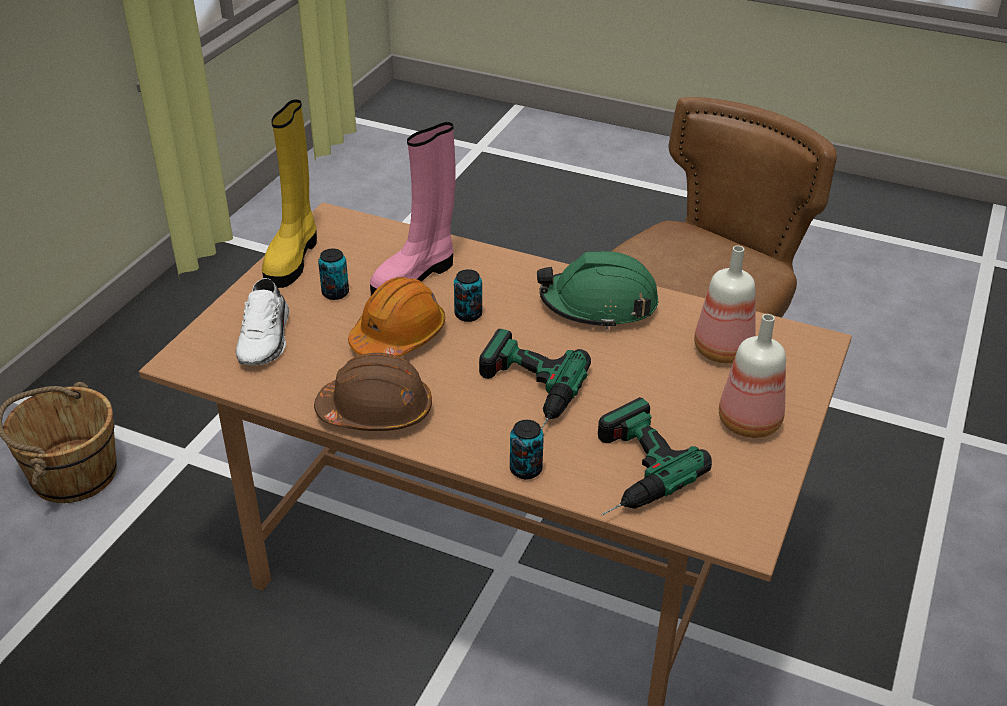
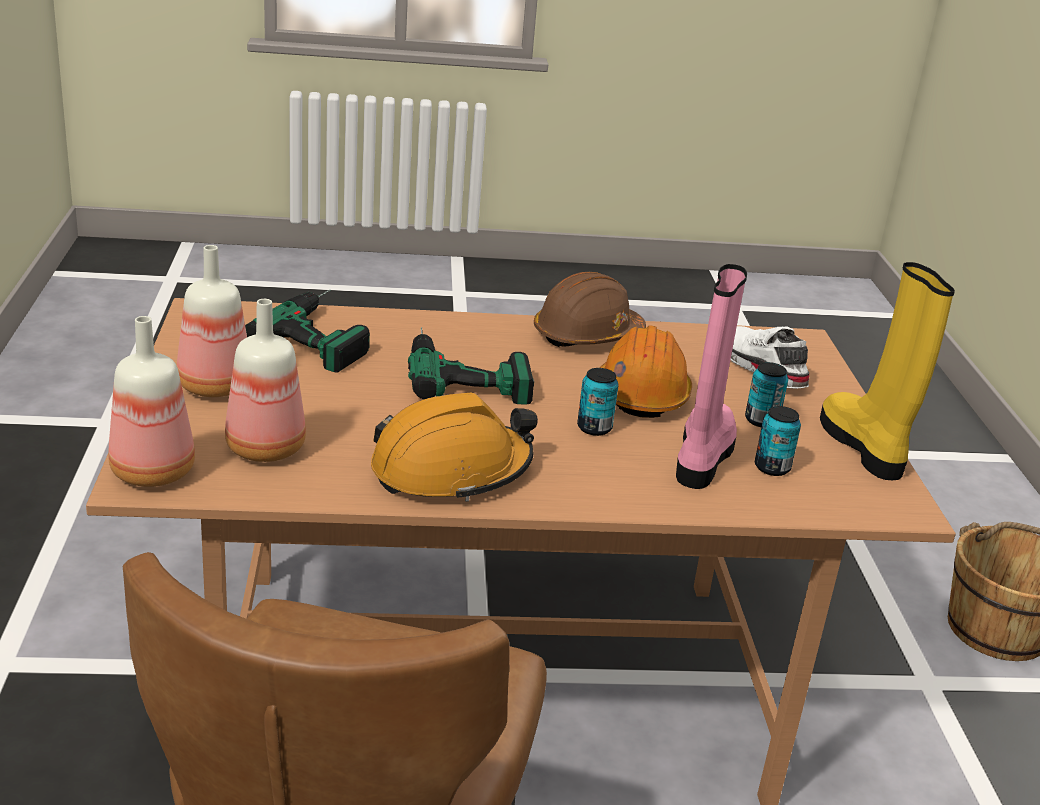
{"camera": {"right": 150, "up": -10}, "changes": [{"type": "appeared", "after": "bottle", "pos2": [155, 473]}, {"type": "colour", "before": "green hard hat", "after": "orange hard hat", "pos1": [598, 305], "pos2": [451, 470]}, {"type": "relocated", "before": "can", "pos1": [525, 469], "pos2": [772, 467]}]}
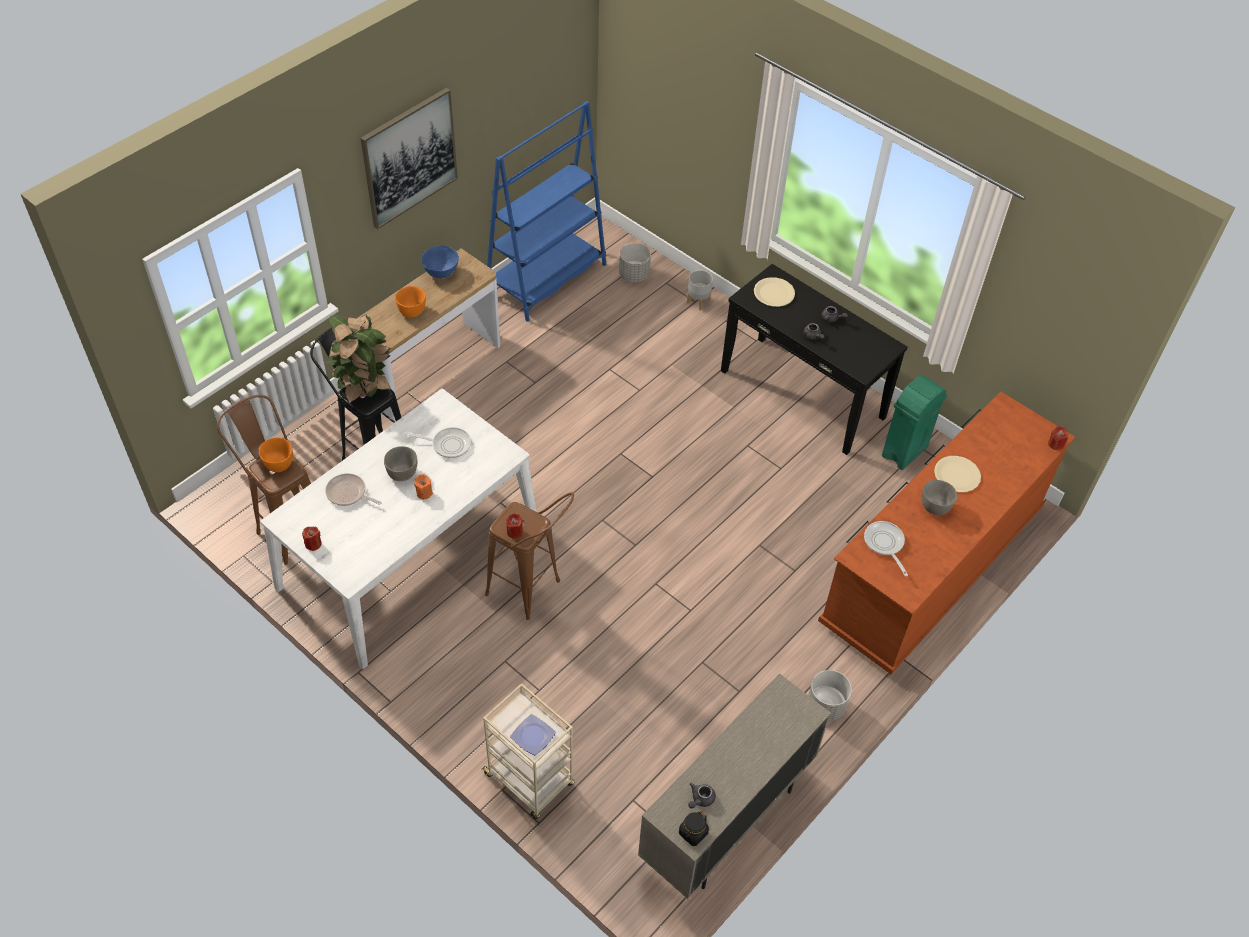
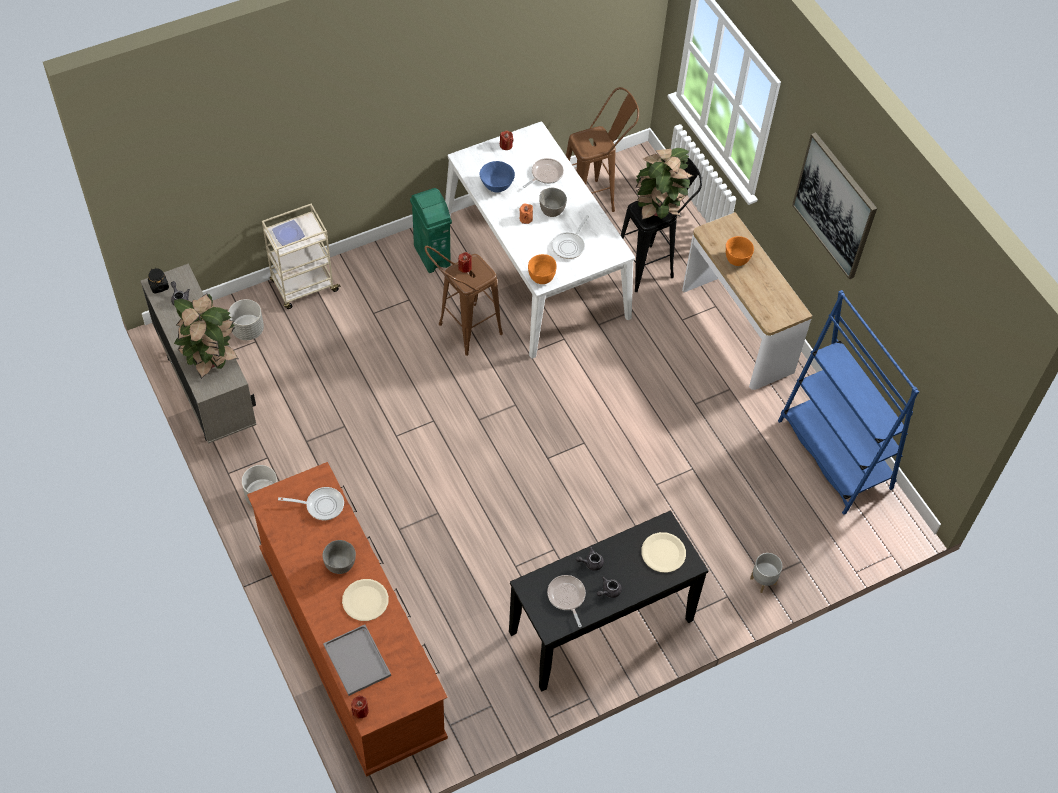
{"camera": {"right": 110, "up": 5}, "changes": [{"type": "appeared", "after": "potted plant", "pos2": [210, 358]}, {"type": "relocated", "before": "grey planter", "pos1": [634, 274], "pos2": [248, 330]}, {"type": "appeared", "after": "grey tray", "pos2": [358, 661]}, {"type": "relocated", "before": "green trash can", "pos1": [903, 452], "pos2": [432, 255]}, {"type": "relocated", "before": "blue bowl", "pos1": [441, 273], "pos2": [497, 186]}, {"type": "relocated", "before": "orange bowl", "pos1": [279, 464], "pos2": [541, 277]}, {"type": "appeared", "after": "frying pan", "pos2": [567, 597]}]}
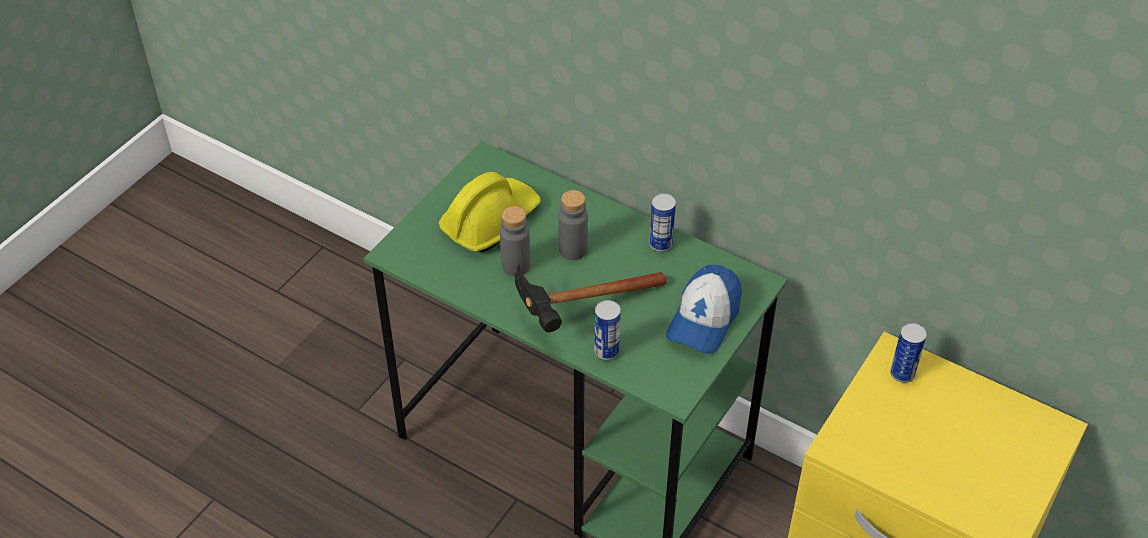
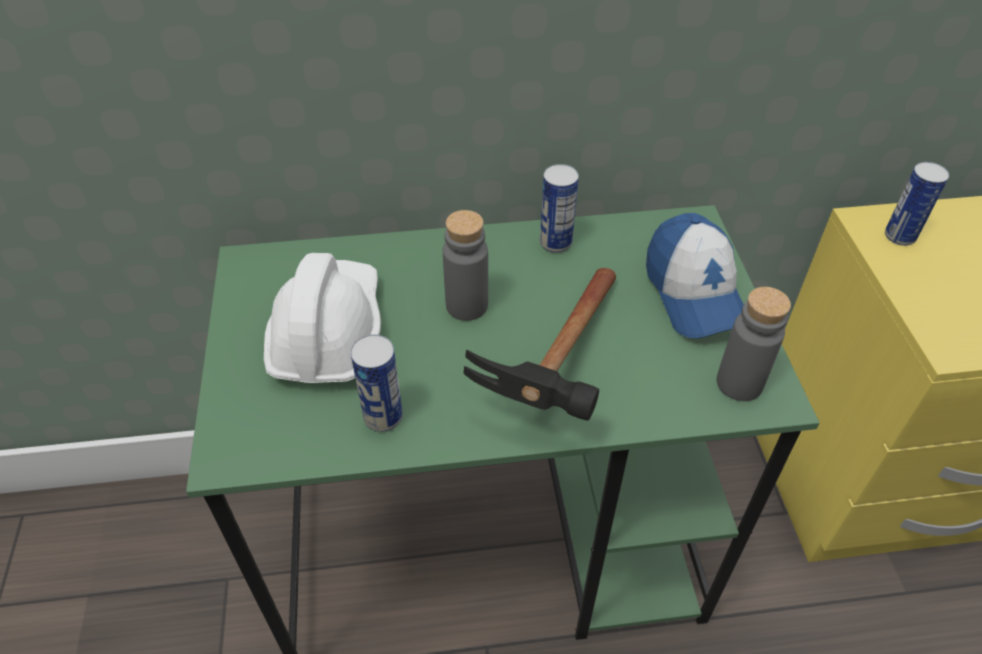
{"camera": {"right": -40, "up": 0}, "changes": [{"type": "colour", "before": "yellow hard hat", "after": "white hard hat", "pos1": [490, 221], "pos2": [328, 332]}, {"type": "relocated", "before": "can", "pos1": [606, 352], "pos2": [383, 417]}, {"type": "relocated", "before": "grey bottle", "pos1": [516, 266], "pos2": [739, 383]}]}
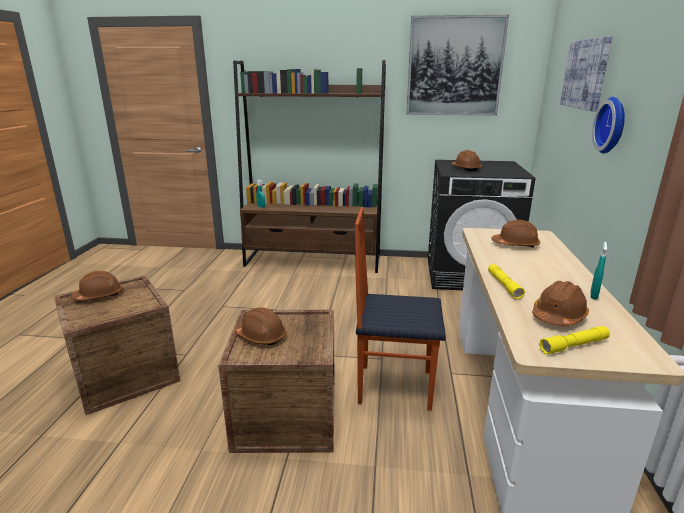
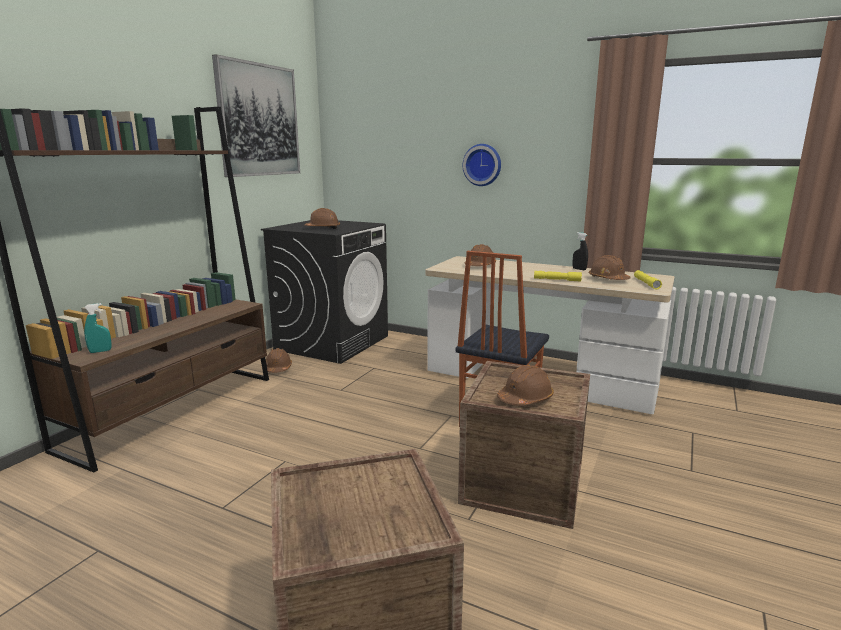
{"camera": {"right": -70, "up": -5}, "changes": [{"type": "relocated", "before": "brown hard hat", "pos1": [99, 296], "pos2": [278, 368]}, {"type": "colour", "before": "turquoise spray bottle", "after": "black spray bottle", "pos1": [593, 295], "pos2": [579, 269]}, {"type": "missing", "before": "picture", "pos1": [585, 74]}]}
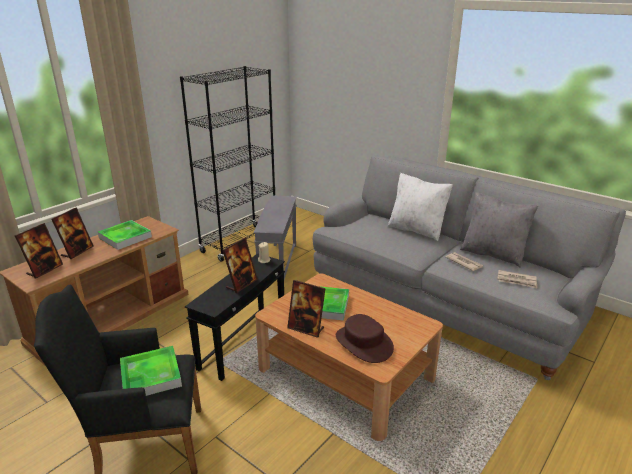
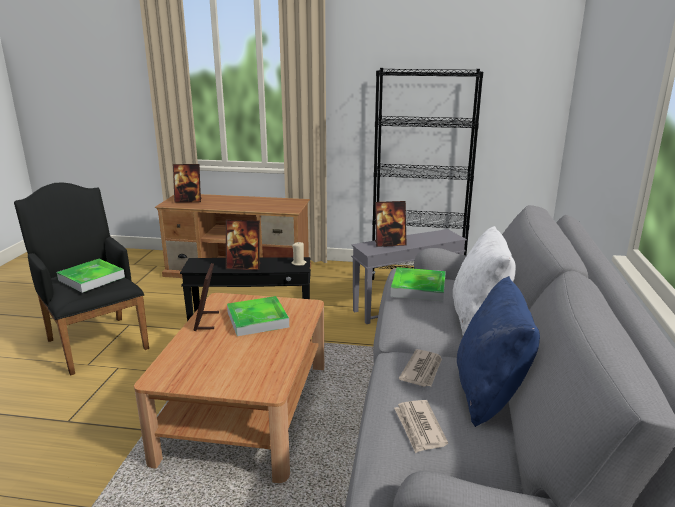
{"camera": {"right": 60, "up": -5}, "changes": [{"type": "relocated", "before": "picture frame", "pos1": [77, 251], "pos2": [390, 244]}, {"type": "relocated", "before": "tray", "pos1": [125, 237], "pos2": [418, 288]}, {"type": "colour", "before": "grey pillow", "after": "blue pillow", "pos1": [493, 254], "pos2": [490, 393]}, {"type": "missing", "before": "brown hat", "pos1": [363, 343]}]}
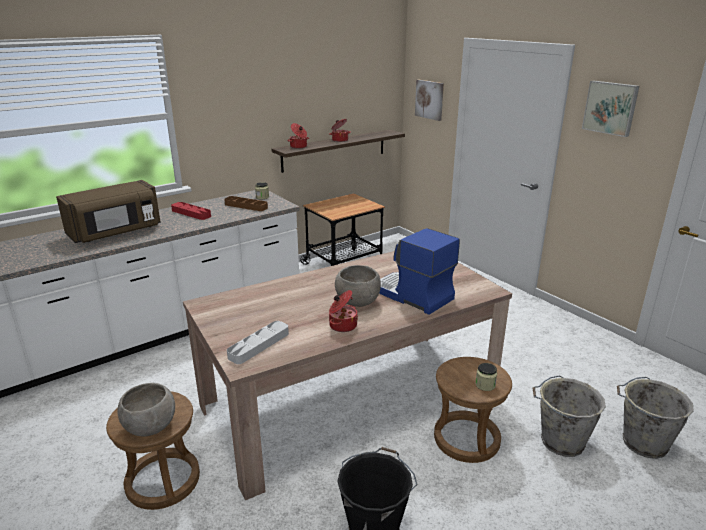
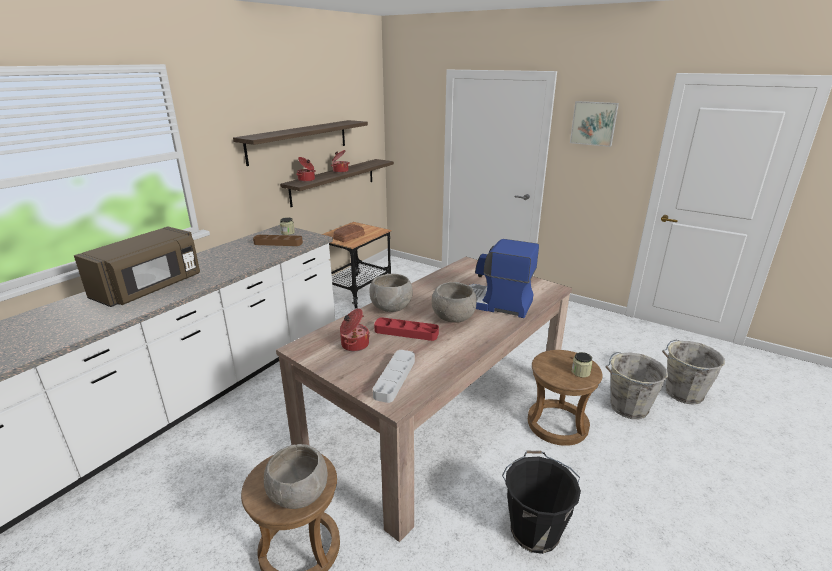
{"camera": {"right": -20, "up": 0}, "changes": [{"type": "appeared", "after": "shelf", "pos2": [299, 141]}, {"type": "appeared", "after": "bread", "pos2": [348, 237]}, {"type": "relocated", "before": "cooking pot", "pos1": [342, 325], "pos2": [354, 344]}, {"type": "appeared", "after": "grey bowl", "pos2": [391, 308]}, {"type": "relocated", "before": "red tray", "pos1": [191, 213], "pos2": [406, 332]}, {"type": "missing", "before": "picture", "pos1": [429, 99]}]}
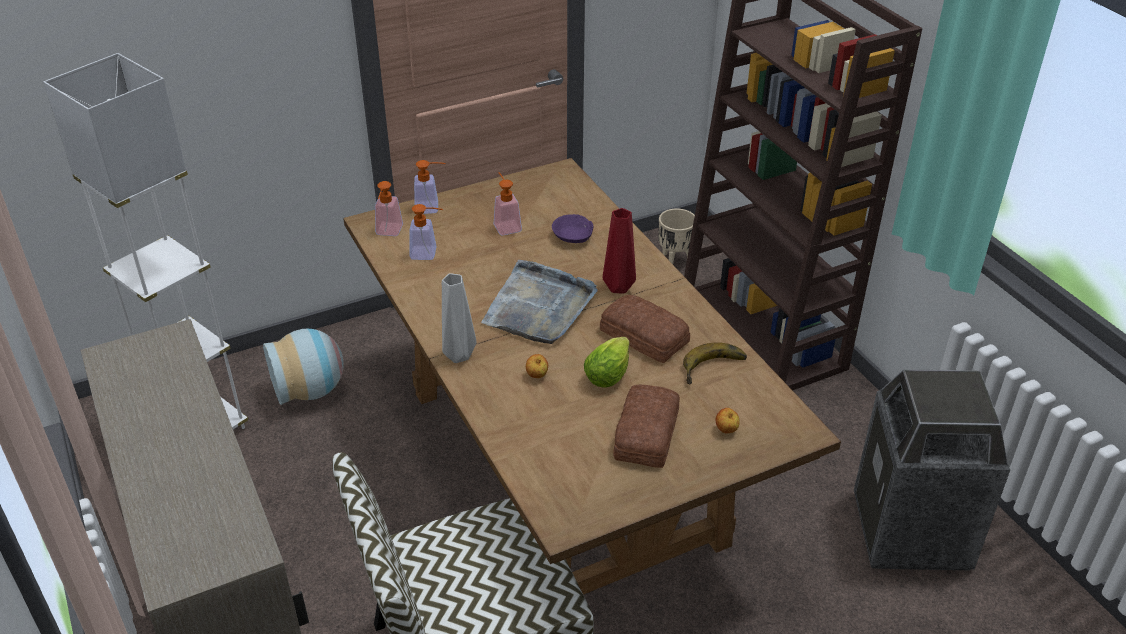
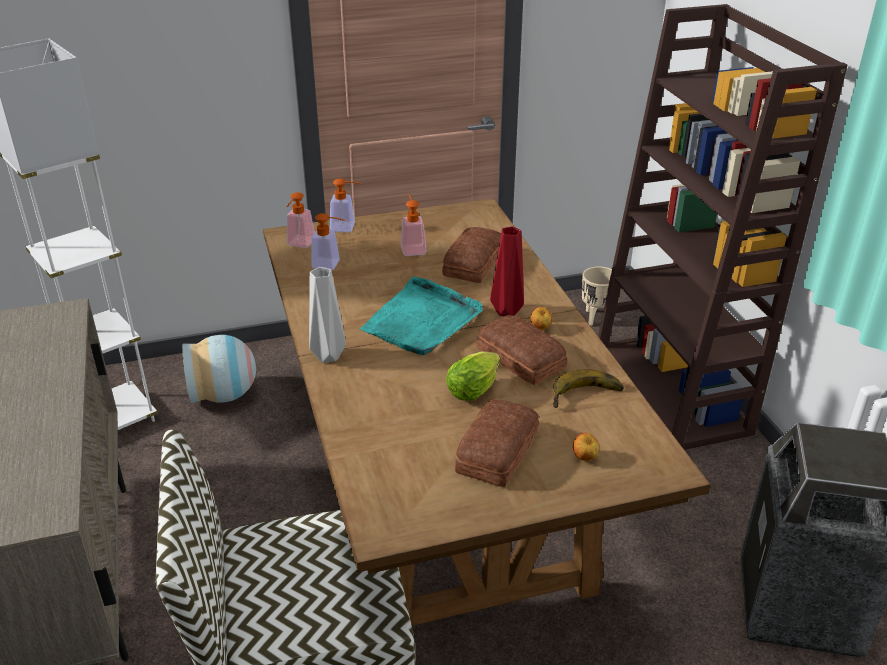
{"camera": {"right": 10, "up": -5}, "changes": [{"type": "colour", "before": "grey tray", "after": "turquoise tray", "pos1": [539, 307], "pos2": [422, 321]}, {"type": "exchanged", "before": "purple bowl", "after": "bread", "pos1": [573, 236], "pos2": [475, 263]}, {"type": "relocated", "before": "apple", "pos1": [537, 376], "pos2": [540, 328]}]}
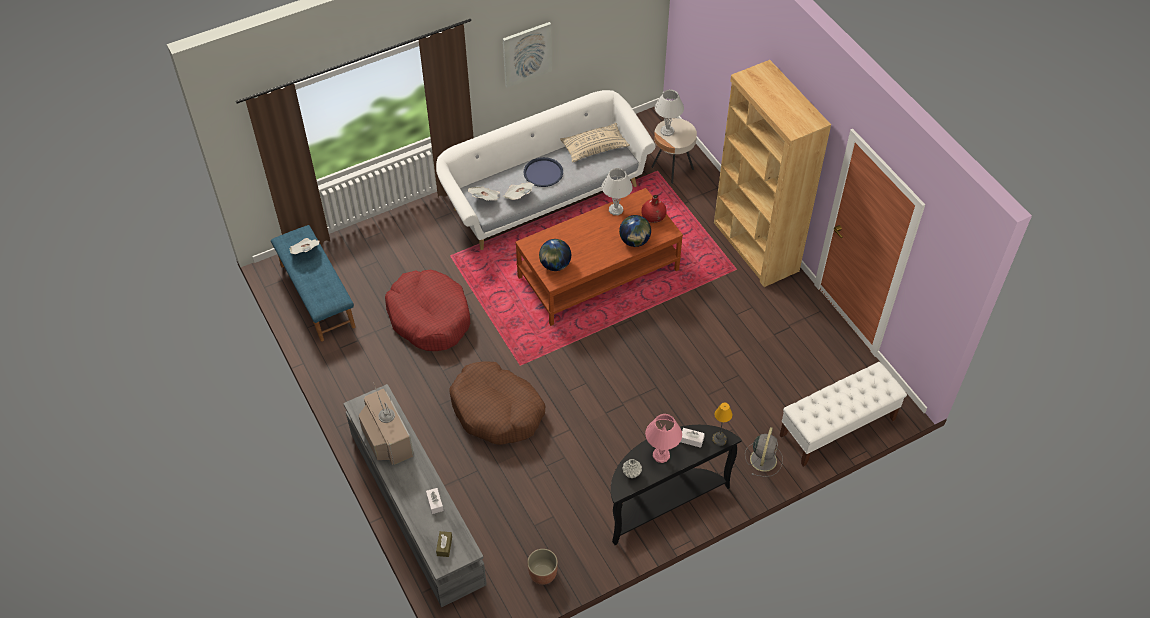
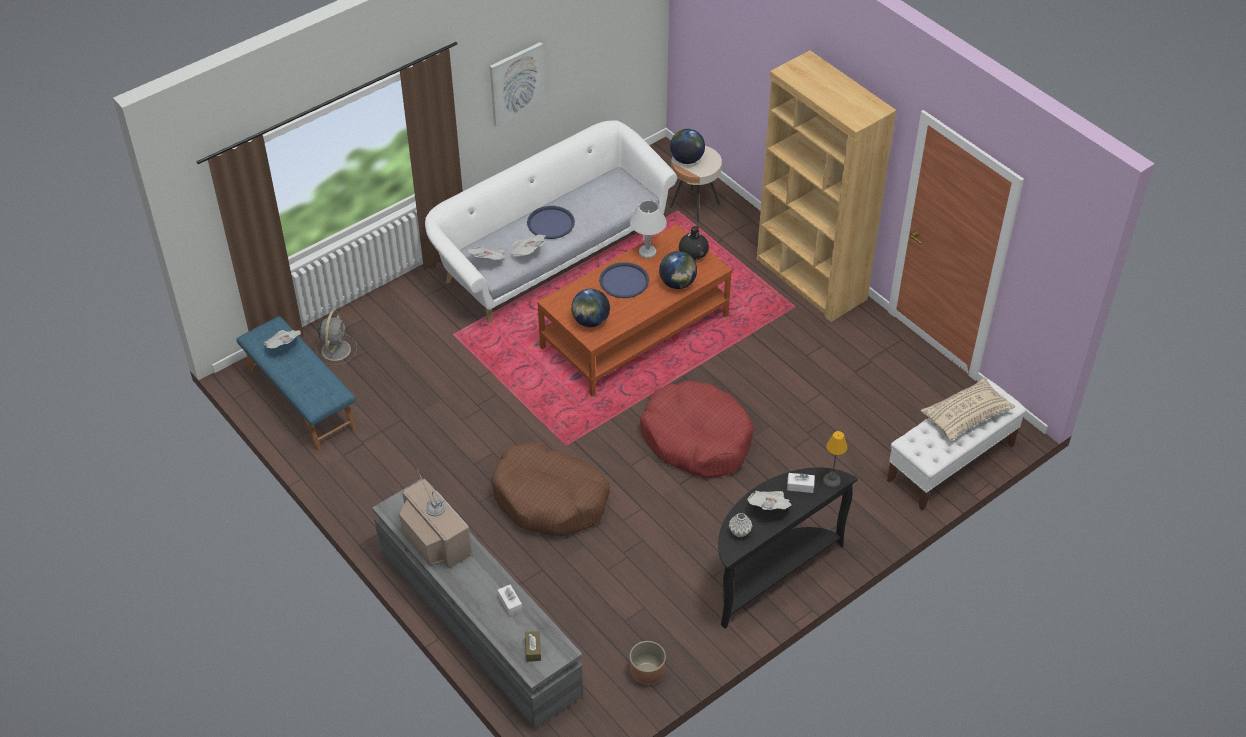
{"camera": {"right": -10, "up": -5}, "changes": [{"type": "relocated", "before": "grey fan", "pos1": [763, 458], "pos2": [336, 349]}, {"type": "appeared", "after": "blue tray", "pos2": [624, 281]}, {"type": "relocated", "before": "red dog bed", "pos1": [429, 317], "pos2": [696, 439]}, {"type": "exchanged", "before": "white table lamp", "after": "globe", "pos1": [667, 131], "pos2": [686, 159]}, {"type": "colour", "before": "red vase", "after": "black vase", "pos1": [653, 217], "pos2": [693, 255]}, {"type": "exchanged", "before": "pink table lamp", "after": "newspaper", "pos1": [661, 455], "pos2": [769, 507]}, {"type": "relocated", "before": "beige pillow", "pos1": [594, 148], "pos2": [966, 416]}]}
